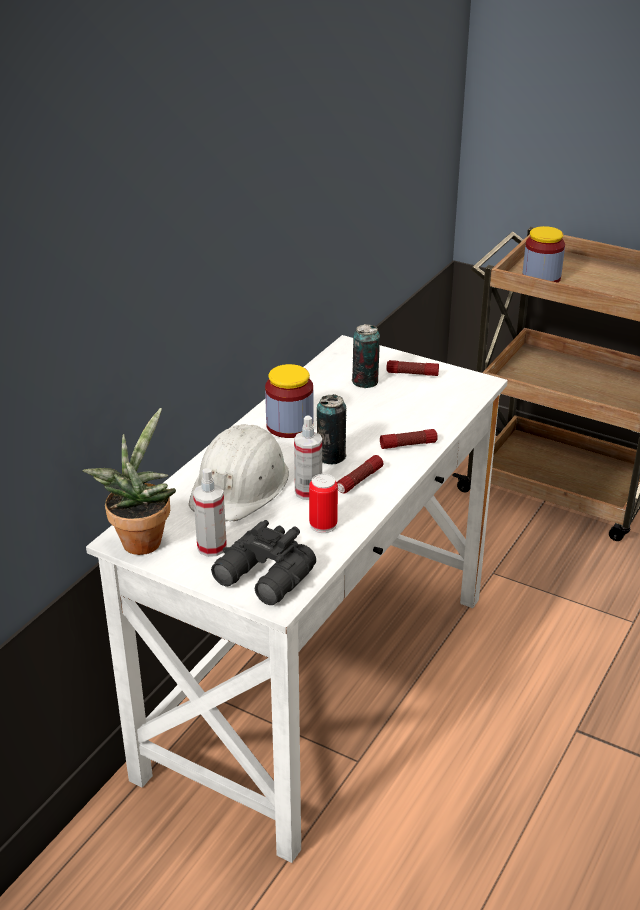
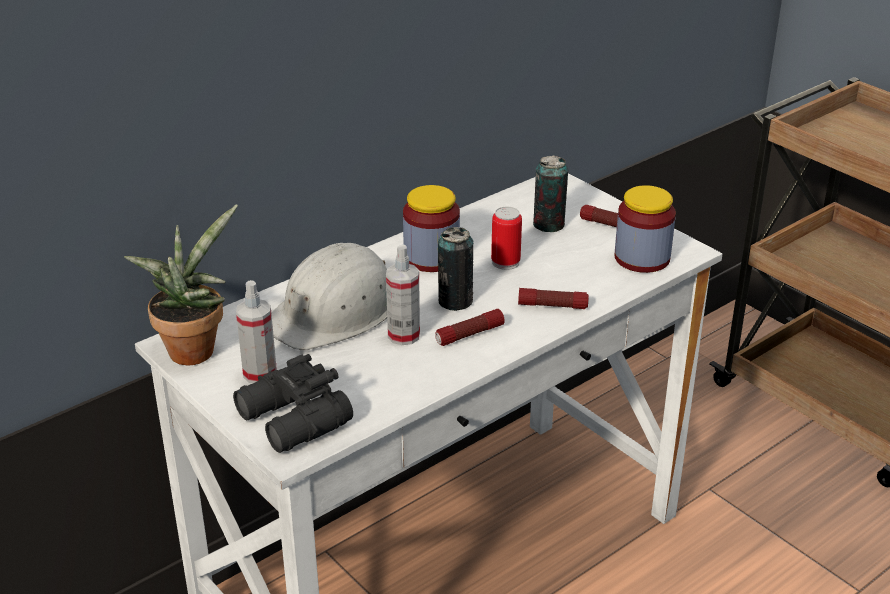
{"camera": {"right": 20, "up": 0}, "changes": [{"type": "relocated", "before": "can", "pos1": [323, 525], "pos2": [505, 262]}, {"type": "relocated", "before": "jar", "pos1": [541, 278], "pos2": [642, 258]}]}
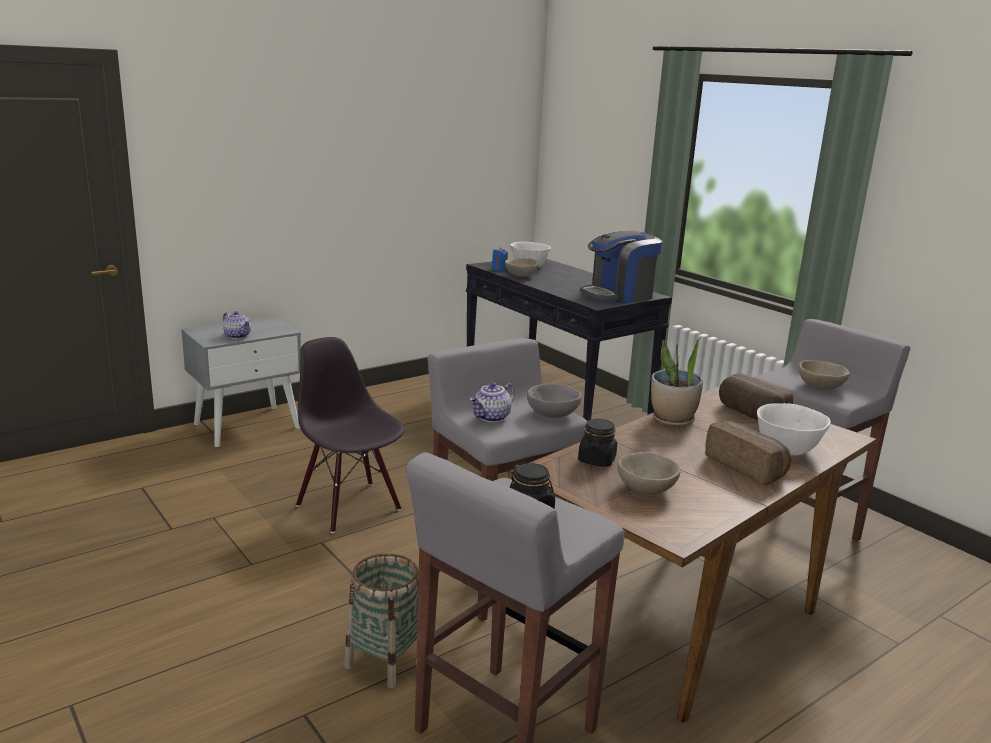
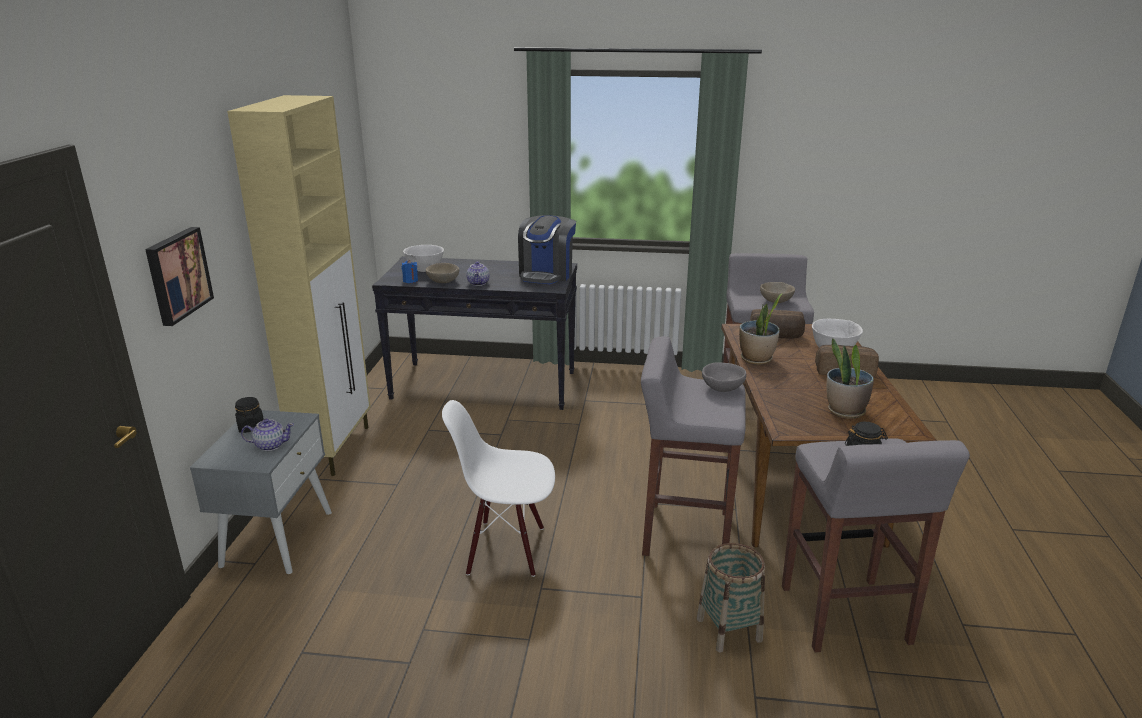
{"camera": {"right": -45, "up": 5}, "changes": [{"type": "appeared", "after": "picture", "pos2": [177, 275]}, {"type": "appeared", "after": "beige cabinet", "pos2": [334, 448]}, {"type": "relocated", "before": "black jar", "pos1": [596, 460], "pos2": [251, 427]}, {"type": "colour", "before": "black chair", "after": "white chair", "pos1": [350, 507], "pos2": [506, 549]}, {"type": "relocated", "before": "teapot", "pos1": [492, 418], "pos2": [479, 283]}, {"type": "exchanged", "before": "beige bowl", "after": "potted plant", "pos1": [646, 489], "pos2": [845, 411]}]}
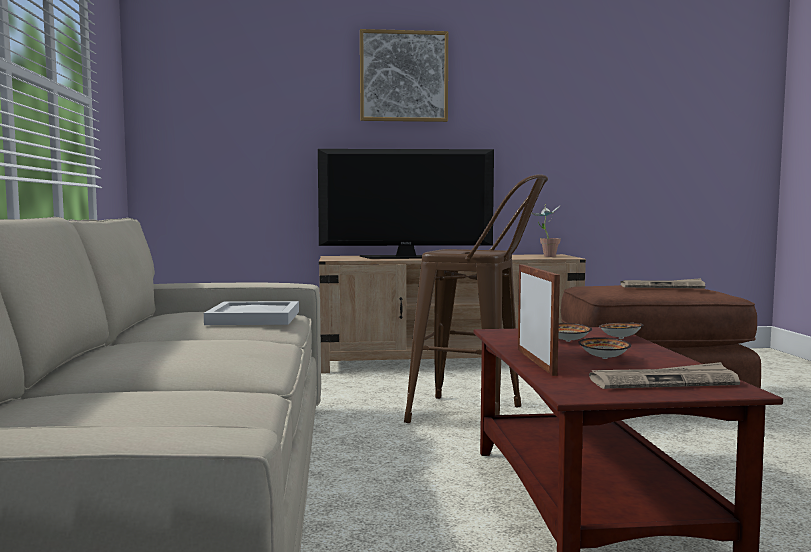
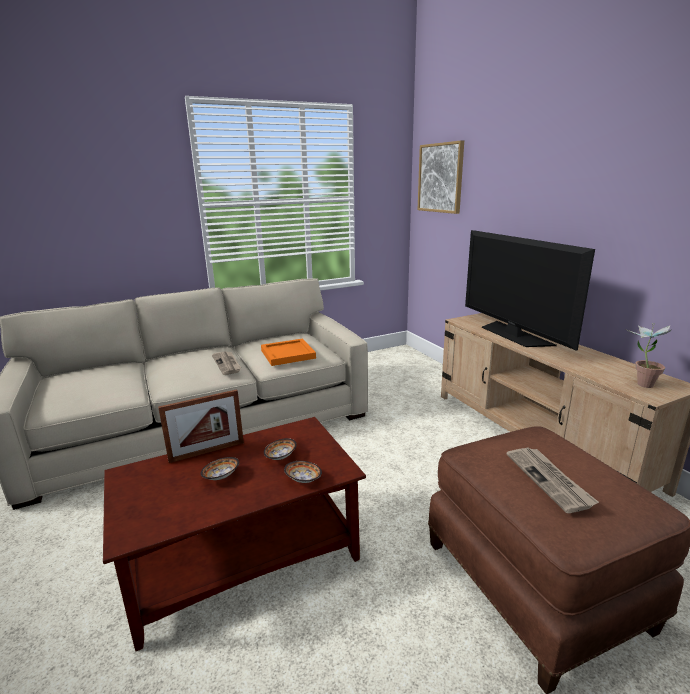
{"camera": {"right": 70, "up": 15}, "changes": [{"type": "relocated", "before": "newspaper", "pos1": [663, 381], "pos2": [227, 364]}, {"type": "colour", "before": "white tray", "after": "orange tray", "pos1": [255, 317], "pos2": [288, 354]}, {"type": "relocated", "before": "picture", "pos1": [403, 76], "pos2": [440, 178]}, {"type": "missing", "before": "brown stool", "pos1": [478, 416]}]}
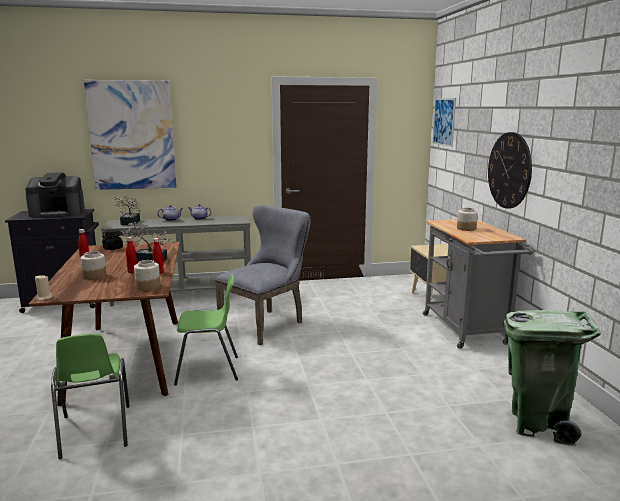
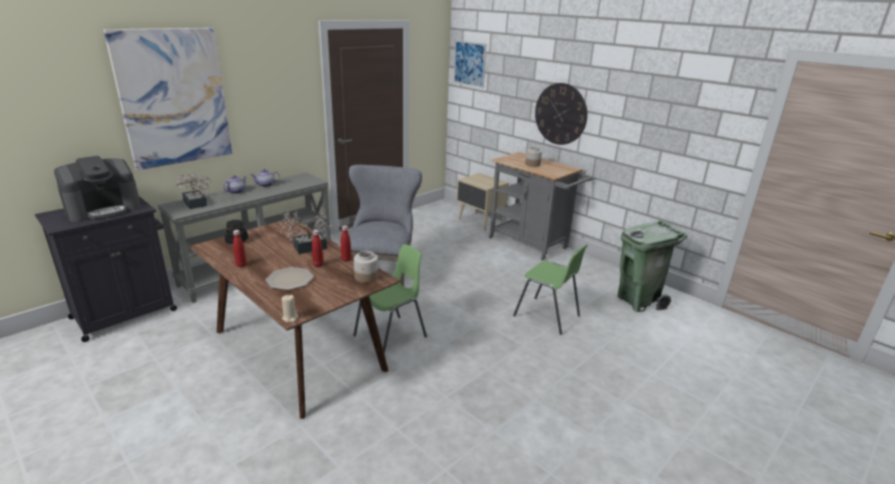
{"camera": {"right": -35, "up": 10}, "changes": [{"type": "exchanged", "before": "jar", "after": "plate", "pos1": [94, 276], "pos2": [290, 280]}, {"type": "relocated", "before": "green chair", "pos1": [95, 431], "pos2": [547, 316]}]}
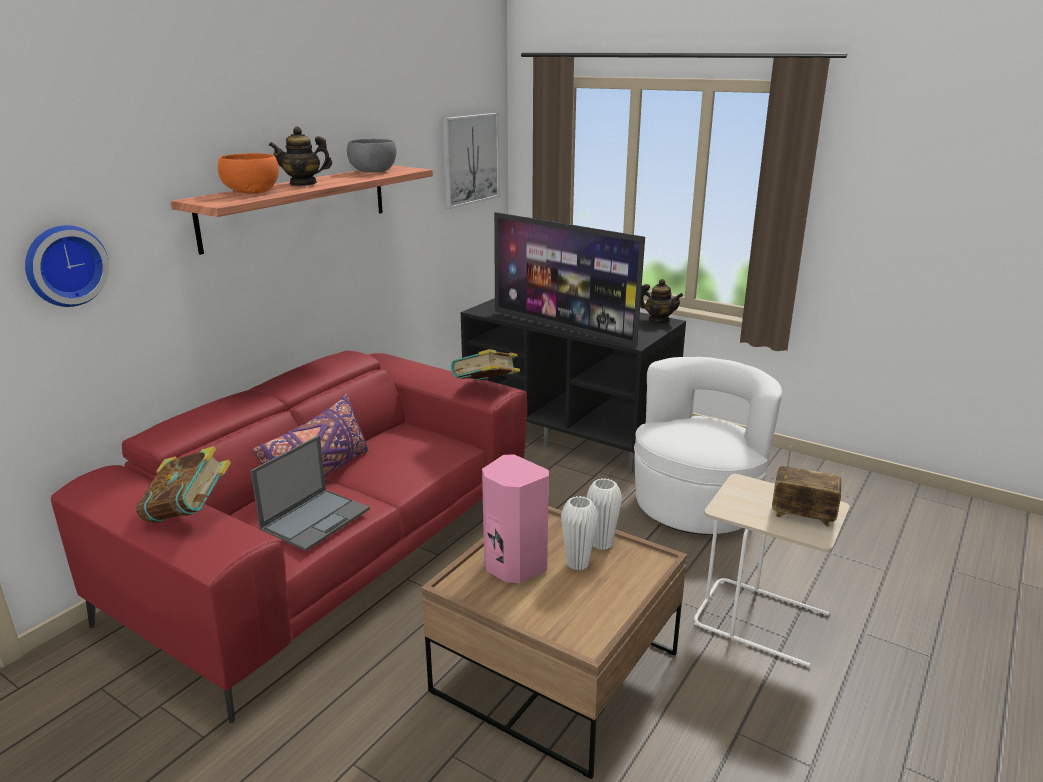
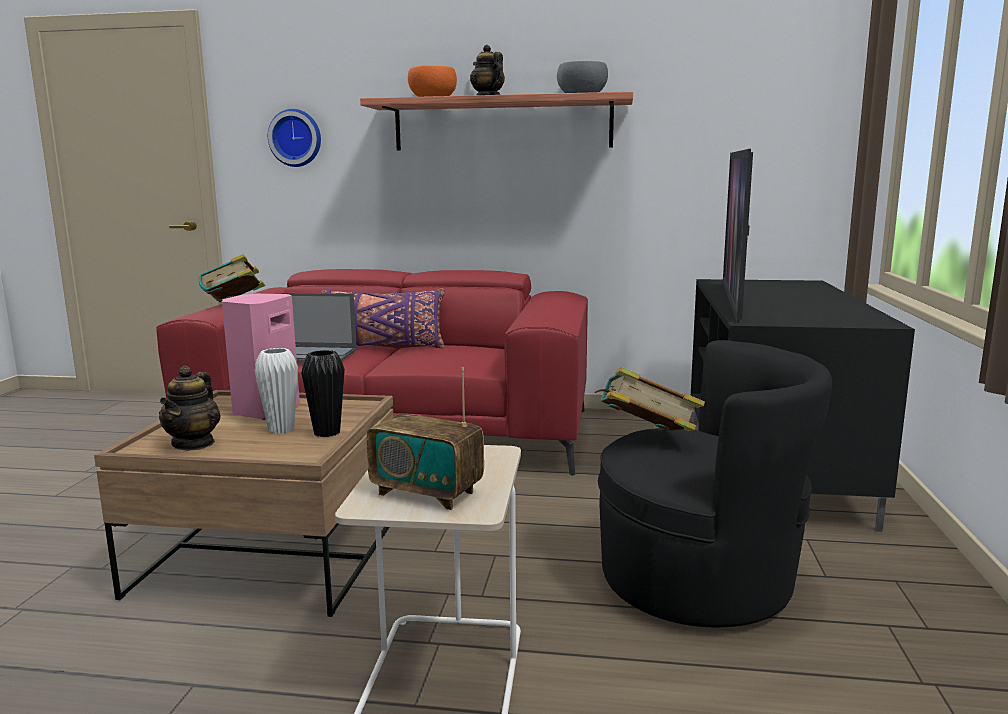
{"camera": {"right": 65, "up": -10}, "changes": [{"type": "relocated", "before": "teapot", "pos1": [659, 320], "pos2": [194, 444]}, {"type": "colour", "before": "white vase", "after": "black vase", "pos1": [601, 543], "pos2": [327, 433]}, {"type": "spun", "before": "radio", "pos1": [802, 515], "pos2": [427, 493], "turn": 120}, {"type": "relocated", "before": "book", "pos1": [485, 388], "pos2": [645, 438]}, {"type": "colour", "before": "white armchair", "after": "black armchair", "pos1": [696, 505], "pos2": [700, 581]}, {"type": "missing", "before": "picture", "pos1": [470, 159]}]}
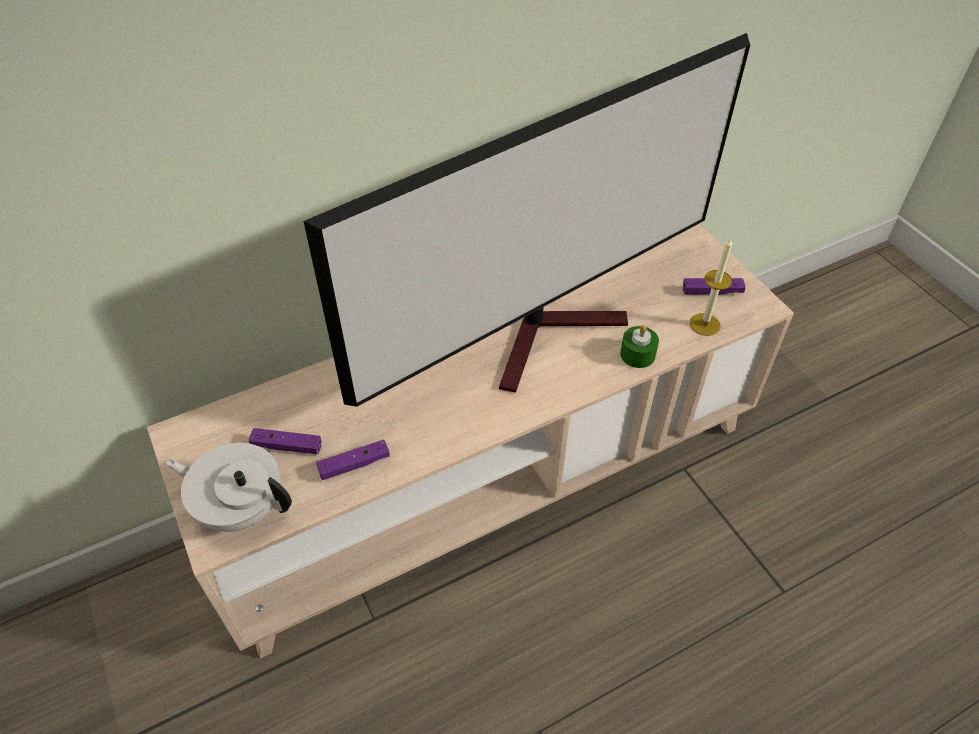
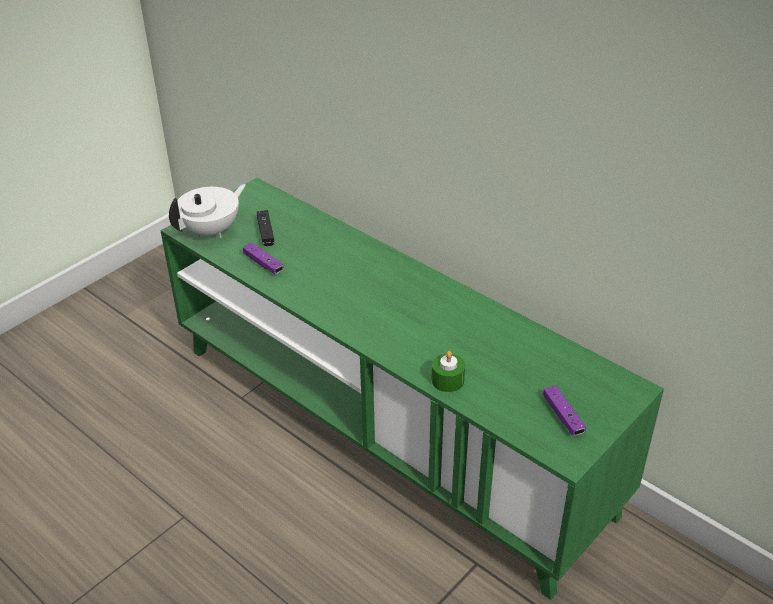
{"camera": {"right": 70, "up": -10}, "changes": [{"type": "colour", "before": "beige tv stand", "after": "green tv stand", "pos1": [489, 483], "pos2": [388, 427]}, {"type": "spun", "before": "white teapot", "pos1": [241, 507], "pos2": [212, 230], "turn": 45}, {"type": "colour", "before": "purple game controller", "after": "black game controller", "pos1": [287, 446], "pos2": [266, 232]}, {"type": "missing", "before": "television", "pos1": [552, 333]}, {"type": "missing", "before": "candle", "pos1": [705, 324]}]}
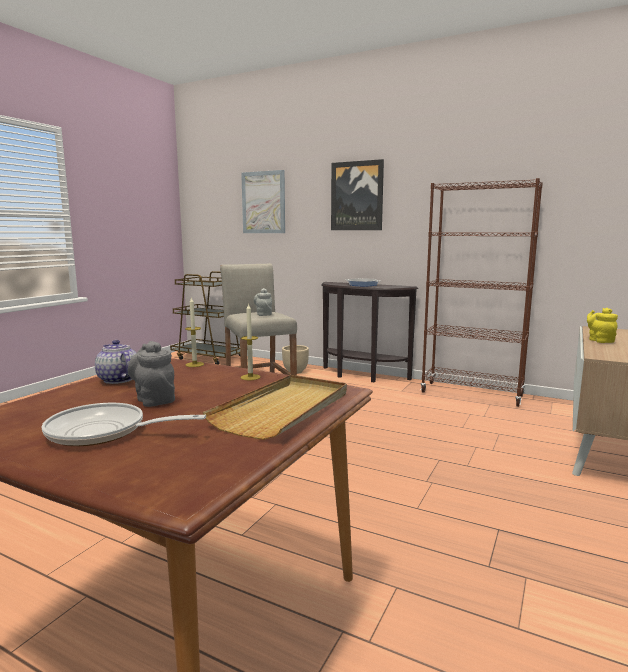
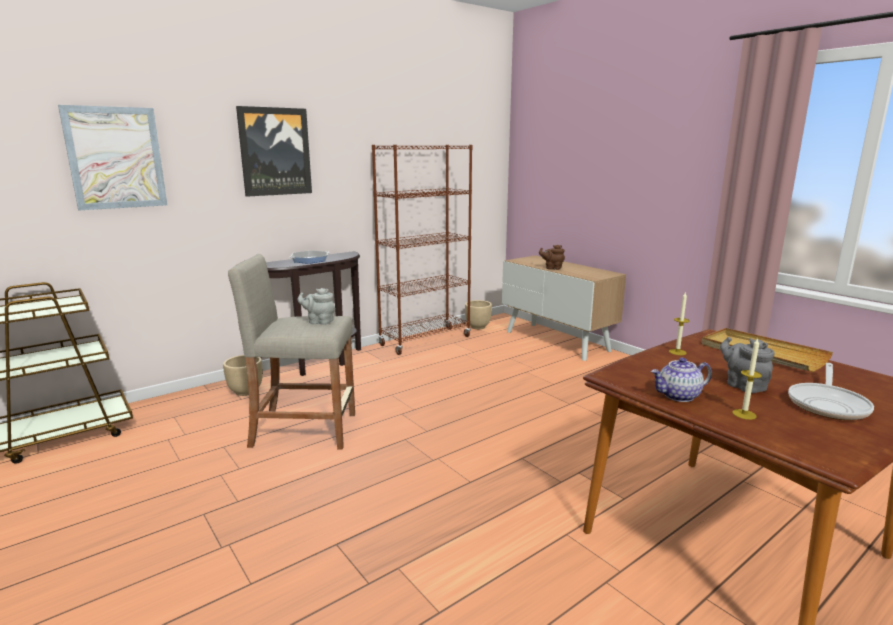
{"camera": {"right": -65, "up": 5}, "changes": [{"type": "appeared", "after": "beige planter", "pos2": [478, 327]}, {"type": "colour", "before": "yellow teapot", "after": "brown teapot", "pos1": [599, 340], "pos2": [552, 268]}, {"type": "spun", "before": "grey teapot", "pos1": [154, 399], "pos2": [743, 385], "turn": 75}, {"type": "relocated", "before": "candle", "pos1": [194, 364], "pos2": [744, 414]}]}
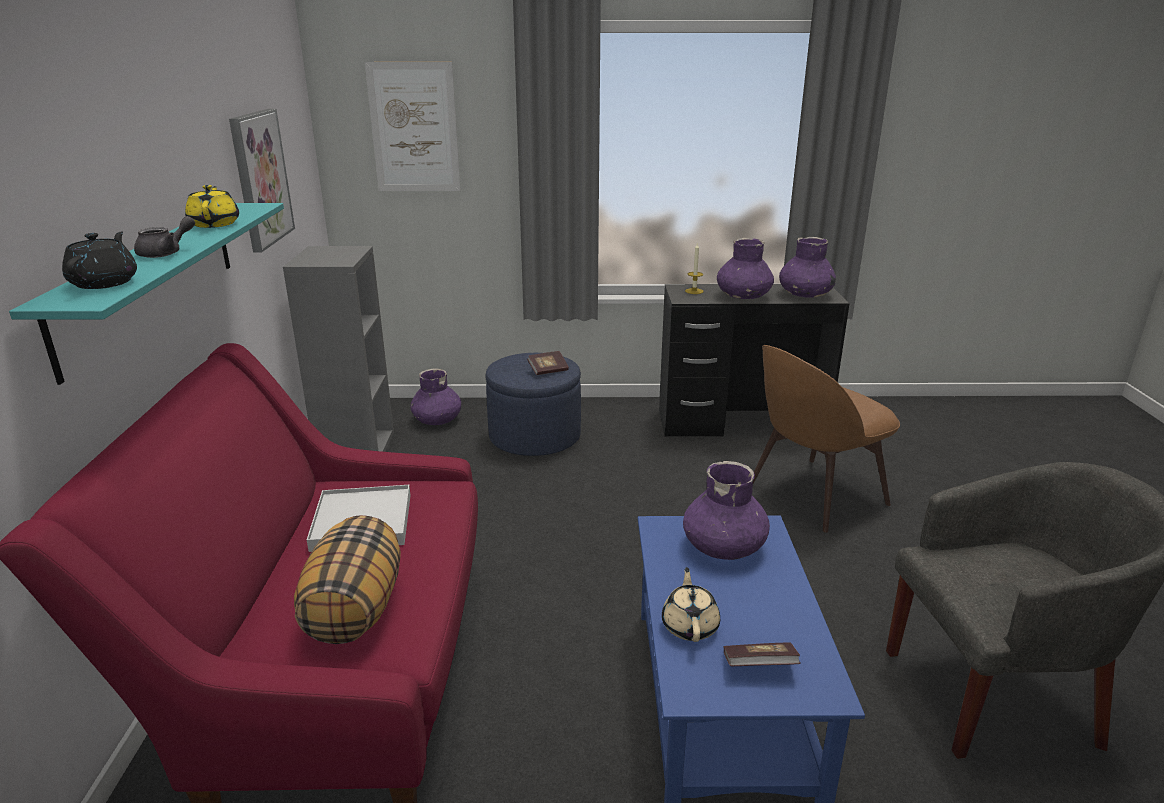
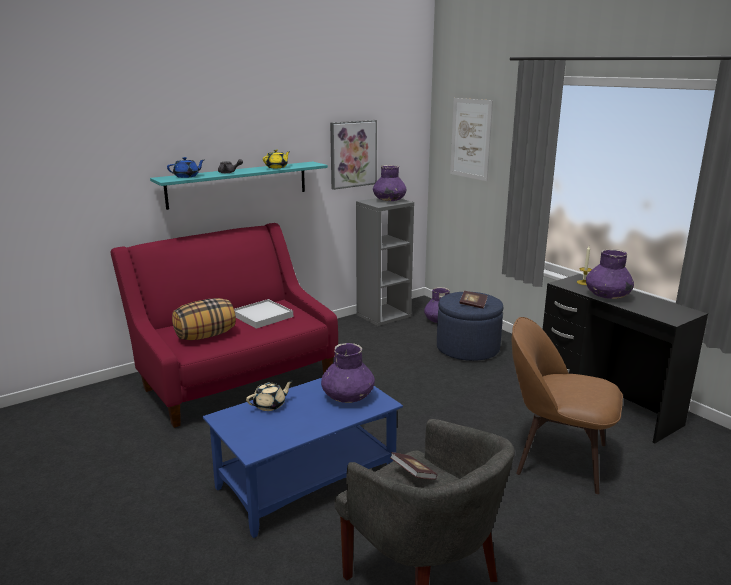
{"camera": {"right": 55, "up": -5}, "changes": [{"type": "colour", "before": "black teapot", "after": "blue teapot", "pos1": [105, 282], "pos2": [187, 176]}, {"type": "relocated", "before": "purple vase", "pos1": [805, 295], "pos2": [389, 200]}, {"type": "relocated", "before": "book", "pos1": [759, 666], "pos2": [413, 474]}]}
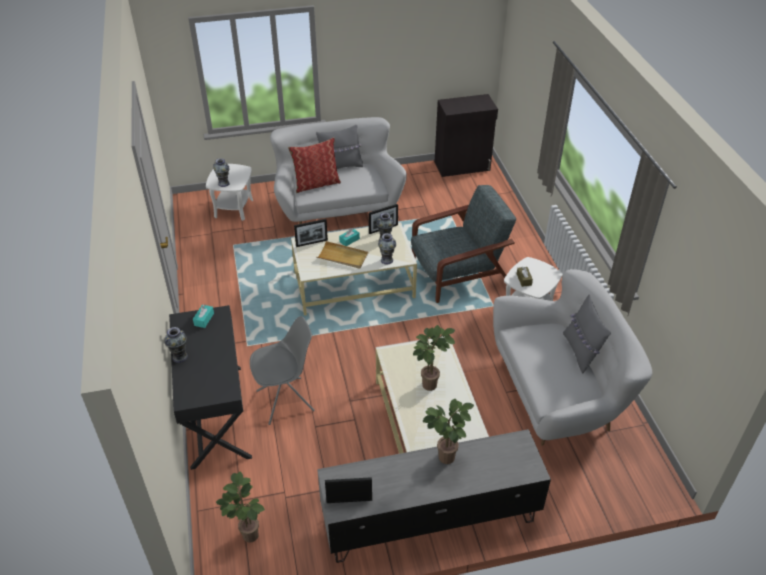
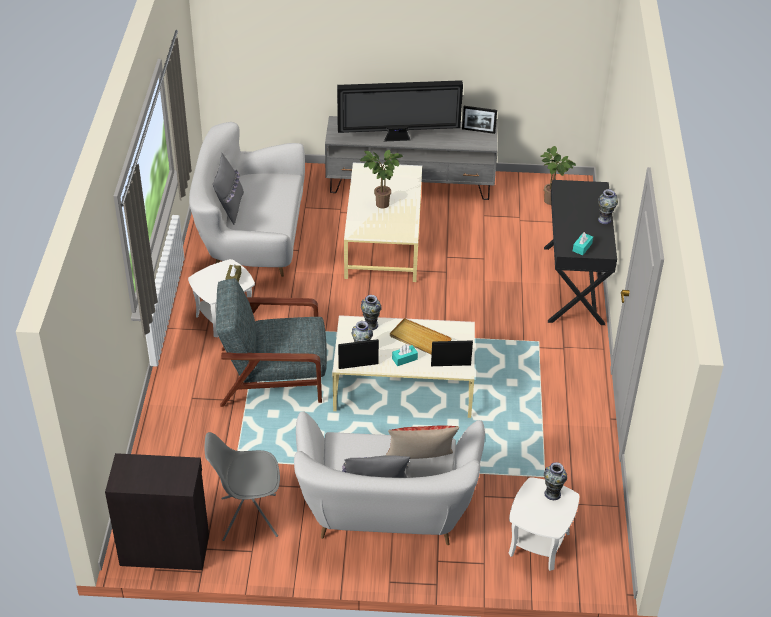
{"camera": {"right": -165, "up": 0}, "changes": [{"type": "relocated", "before": "grey chair", "pos1": [286, 400], "pos2": [247, 517]}, {"type": "exchanged", "before": "potted plant", "after": "television", "pos1": [445, 459], "pos2": [398, 138]}]}
